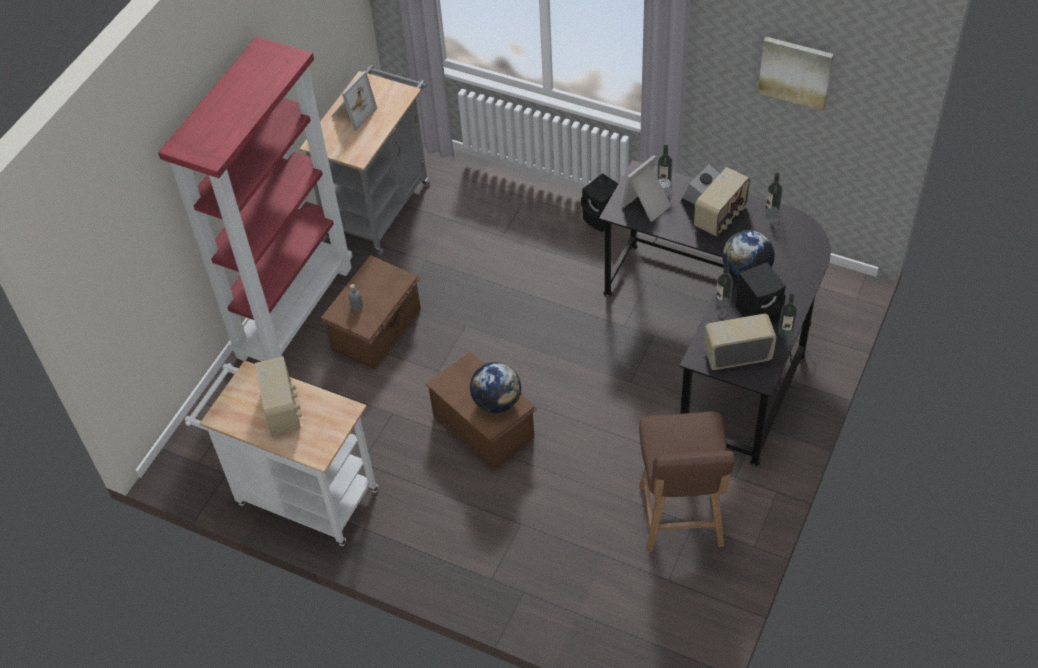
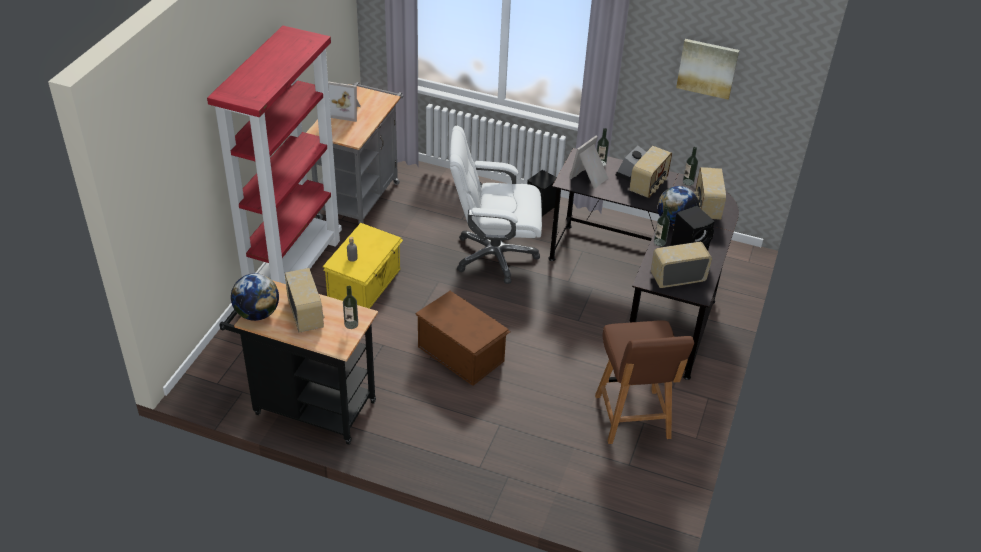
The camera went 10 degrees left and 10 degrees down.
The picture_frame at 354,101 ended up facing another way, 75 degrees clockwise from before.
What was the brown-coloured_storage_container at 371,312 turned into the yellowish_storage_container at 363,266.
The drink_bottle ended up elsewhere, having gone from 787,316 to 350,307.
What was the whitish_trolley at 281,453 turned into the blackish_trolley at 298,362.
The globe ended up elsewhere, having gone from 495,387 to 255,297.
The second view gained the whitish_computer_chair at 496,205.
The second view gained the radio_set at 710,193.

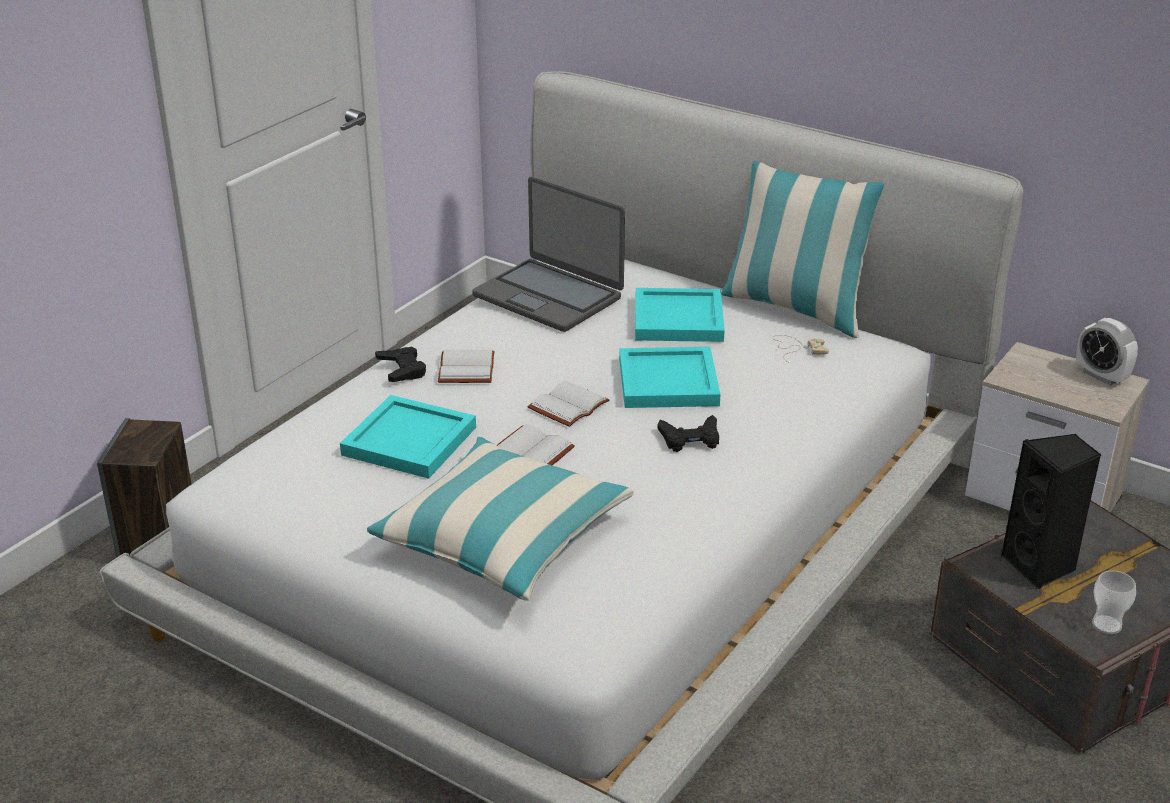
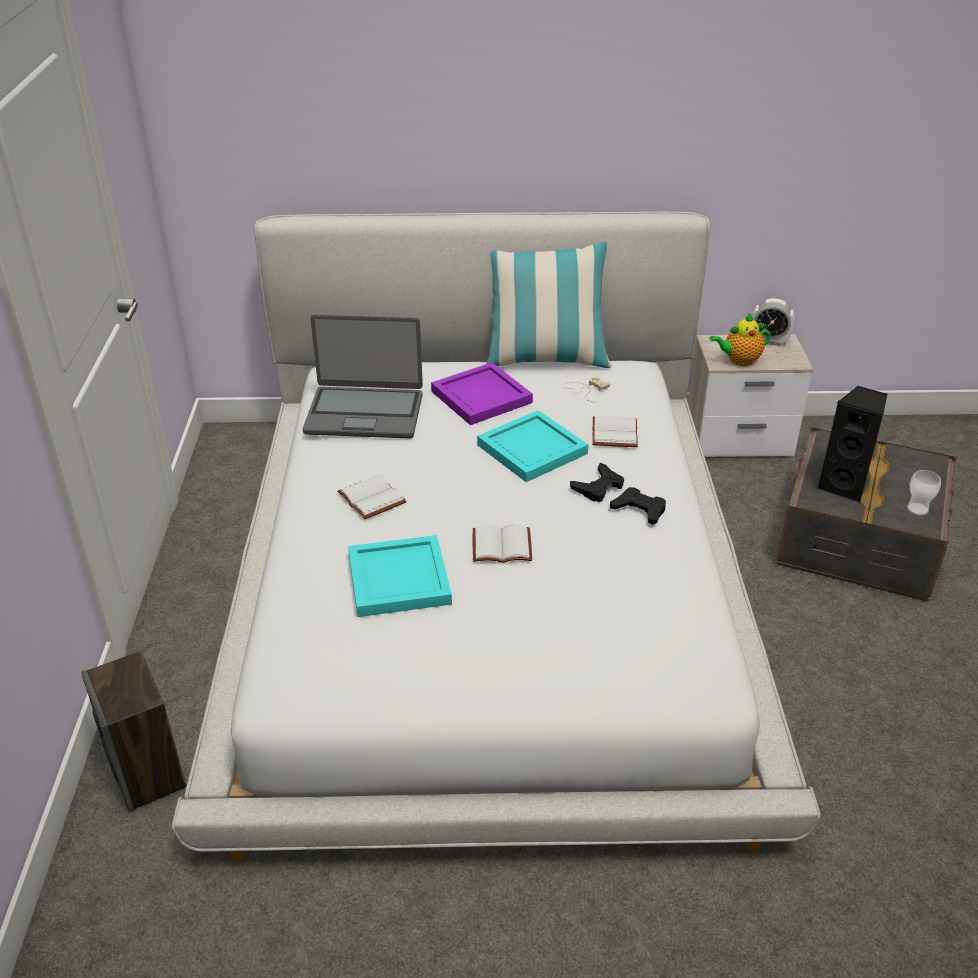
The camera went 35 degrees left and 5 degrees up.
What was the blue-green_tray at 680,315 turned into the purplish_tray at 482,393.
The blackish_game_controller ended up elsewhere, having gone from 400,364 to 638,506.
The whitish_volume ended up elsewhere, having gone from 568,404 to 615,431.
The second view lost the pillow at 500,518.
The second view gained the tea_pot at 739,339.

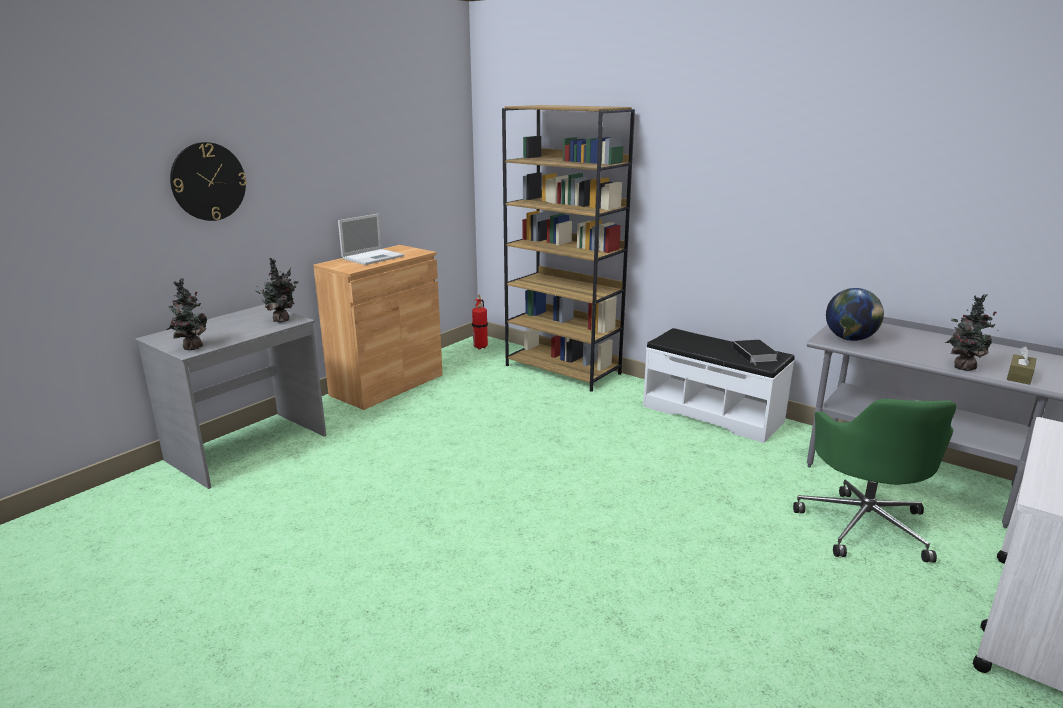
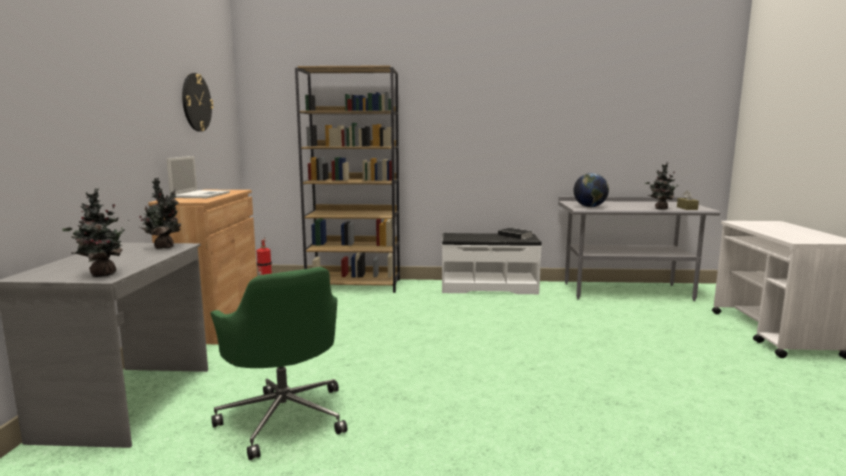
The camera went 35 degrees left and 10 degrees down.
The wall_clock ended up elsewhere, having gone from 208,181 to 198,102.
The green-coloured_computer_chair ended up elsewhere, having gone from 875,481 to 278,363.

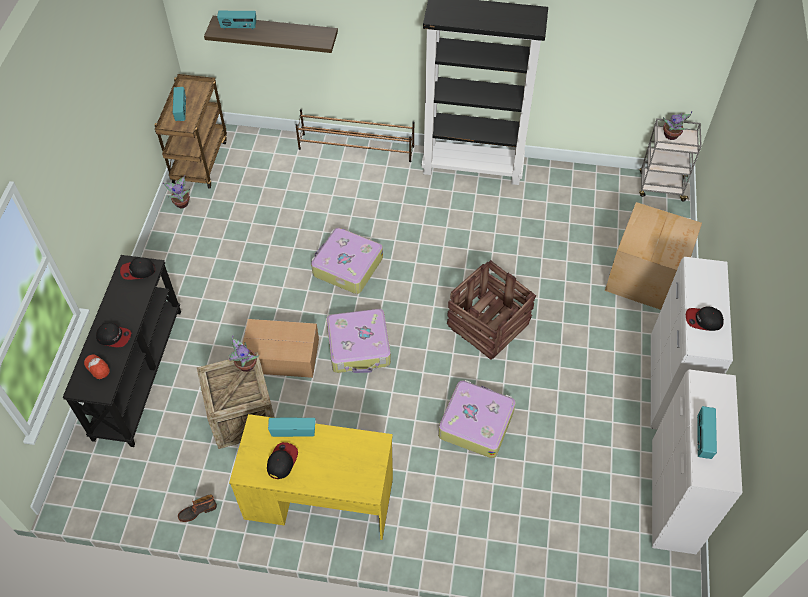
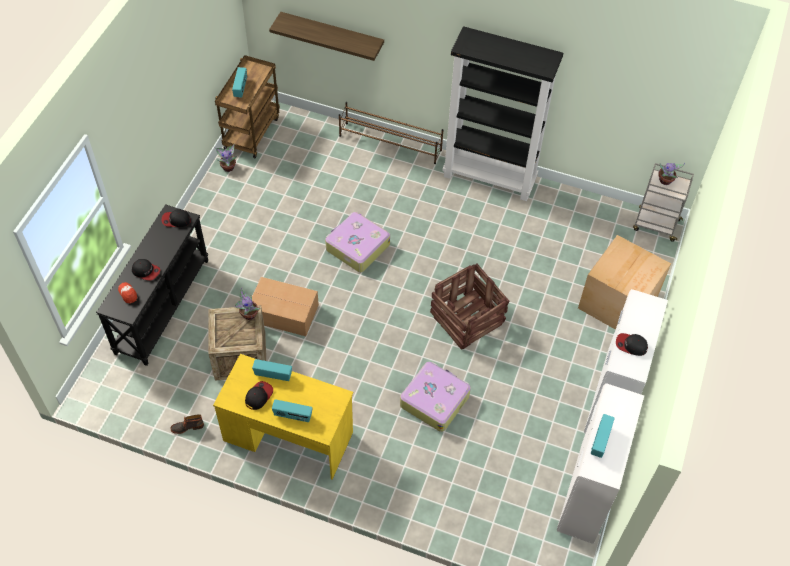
The camera went 10 degrees right and 0 degrees up.
The radio_set ended up elsewhere, having gone from 236,20 to 292,410.
The second view lost the piece_of_luggage at 358,341.

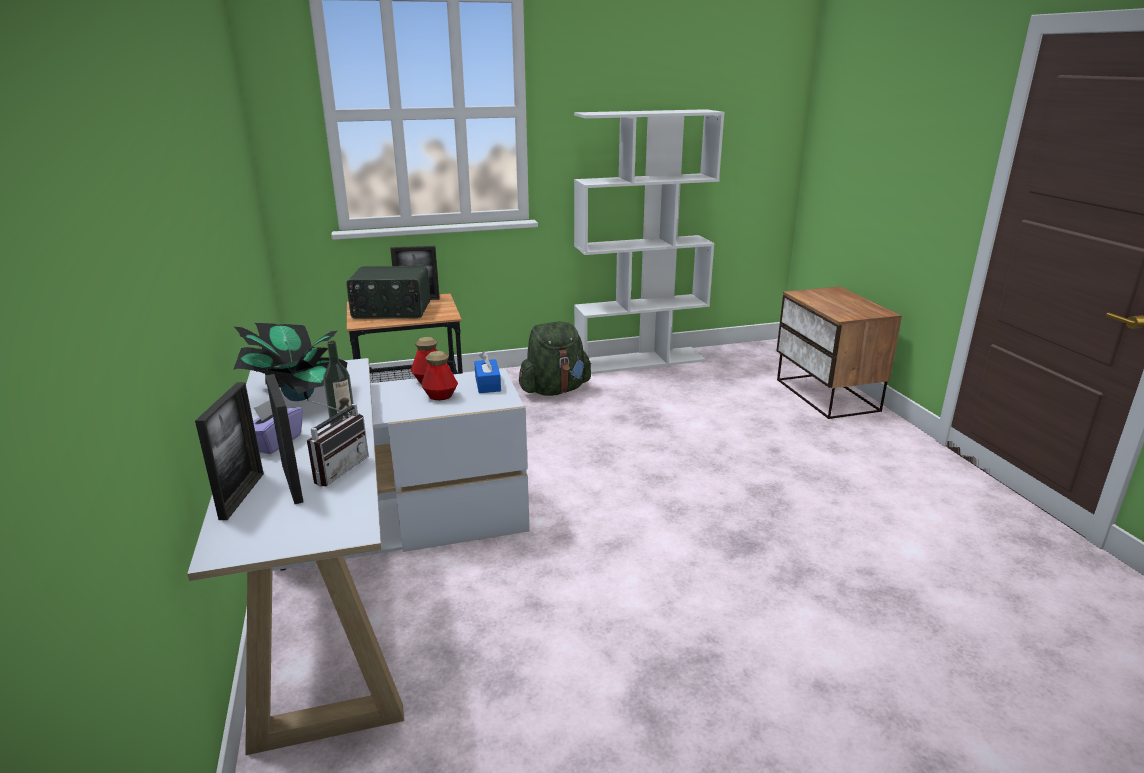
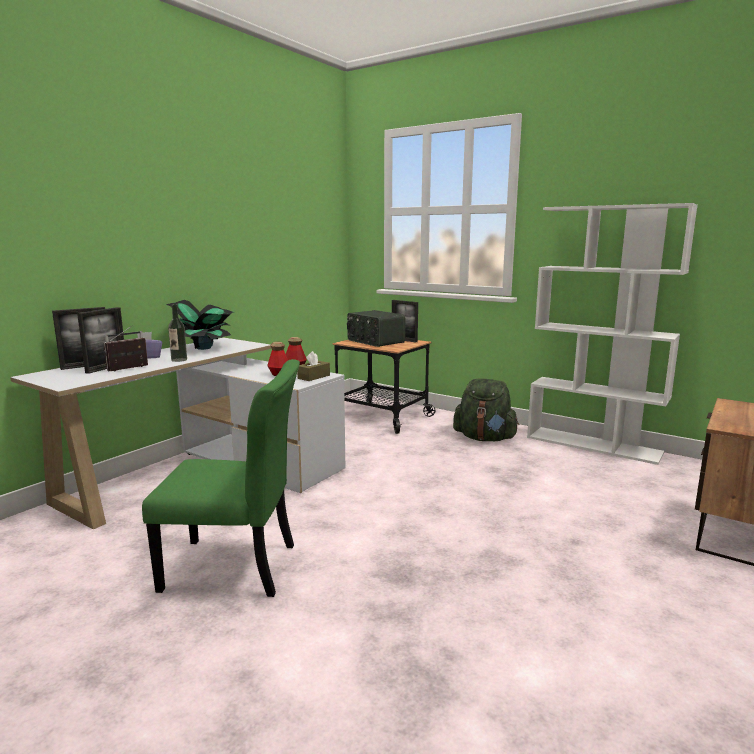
The camera went 50 degrees right and 10 degrees down.
What was the blue_box_of_tissues at 487,372 turned into the brown-coloured_box_of_tissues at 313,366.
The radio_set at 337,443 ended up facing another way, 150 degrees clockwise from before.
The second view gained the green-coloured_chair at 221,478.

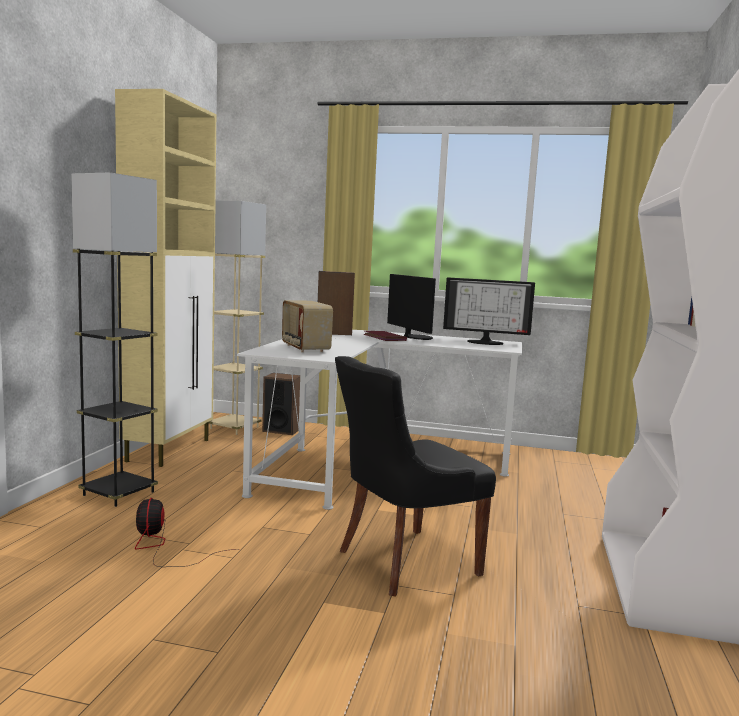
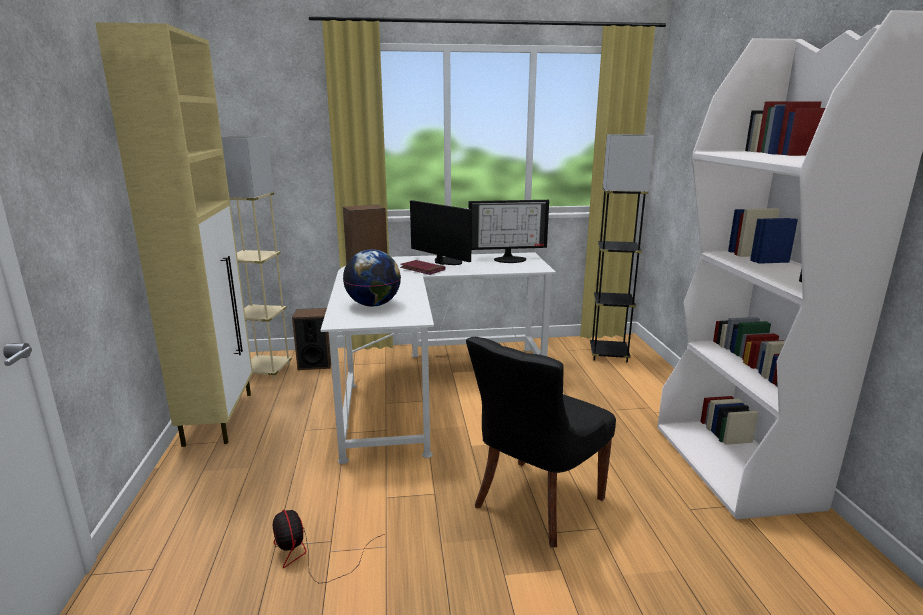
The camera went 20 degrees left and 10 degrees up.
The gray_standing_lamp ended up elsewhere, having gone from 114,339 to 622,248.
Where the radio_set stood at 307,326, the globe came to stand at 372,277.

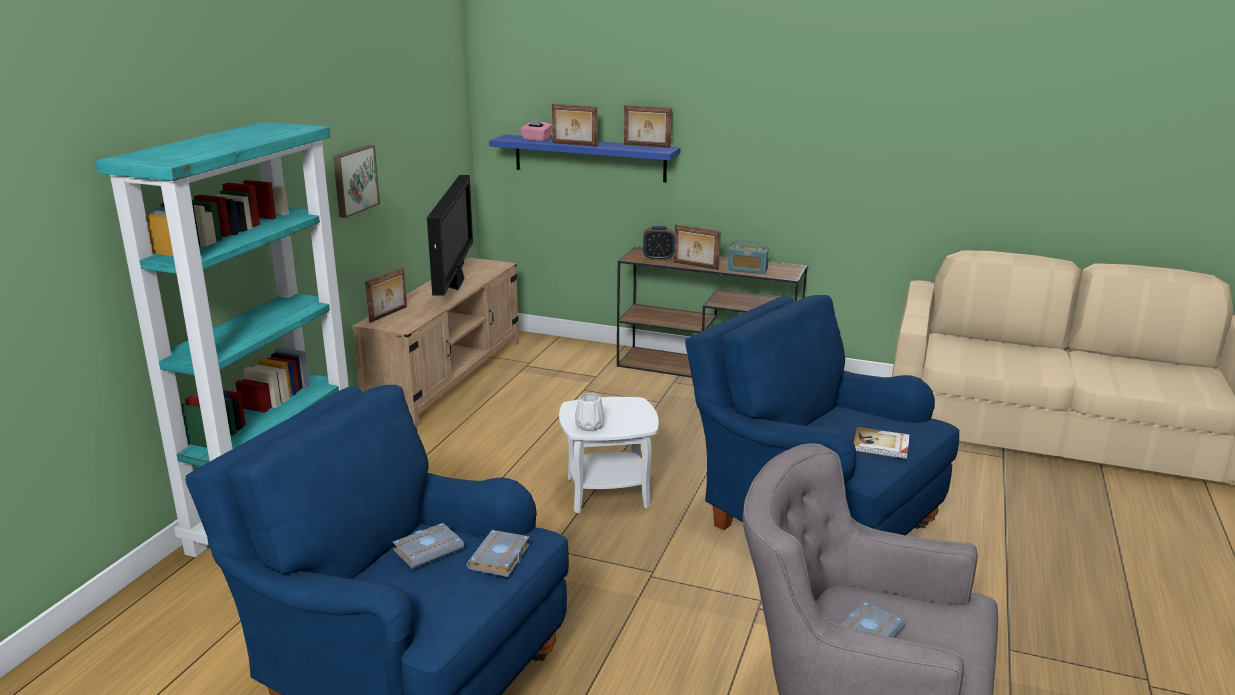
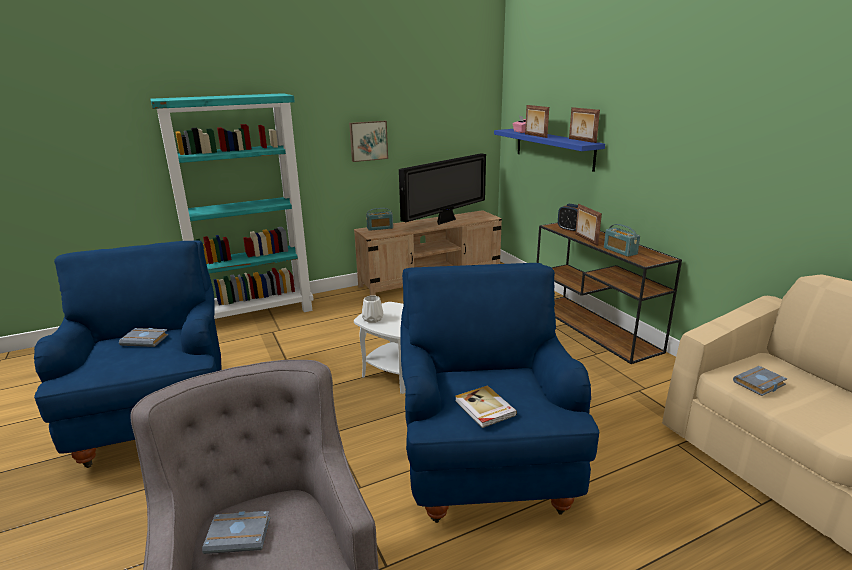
The camera went 45 degrees right and 0 degrees up.
Where the picture_frame stood at 386,295, the radio_set came to stand at 379,219.
The gray_volume ended up elsewhere, having gone from 498,553 to 760,381.

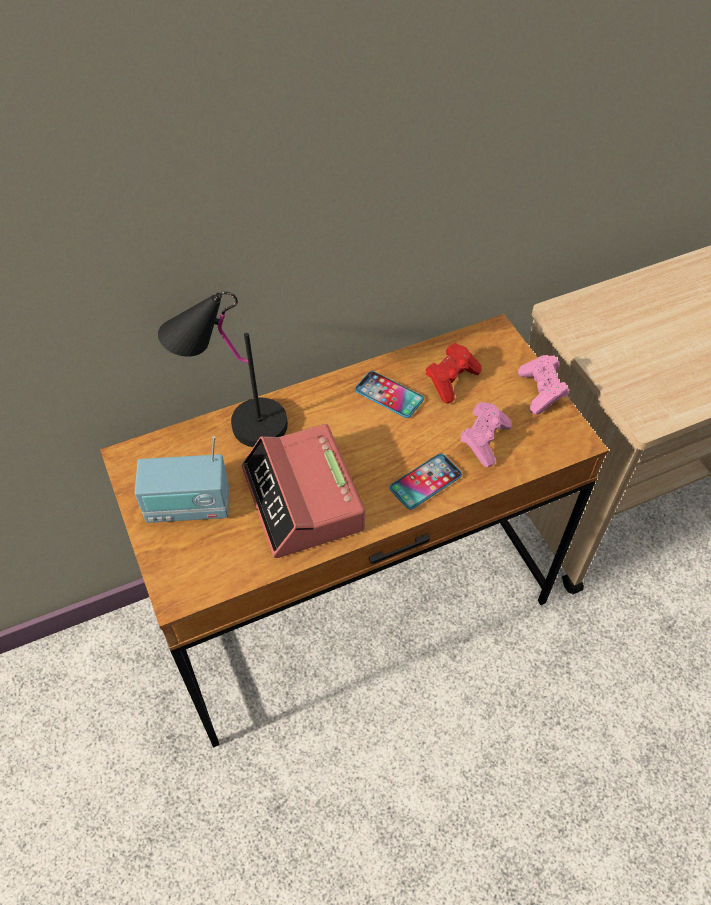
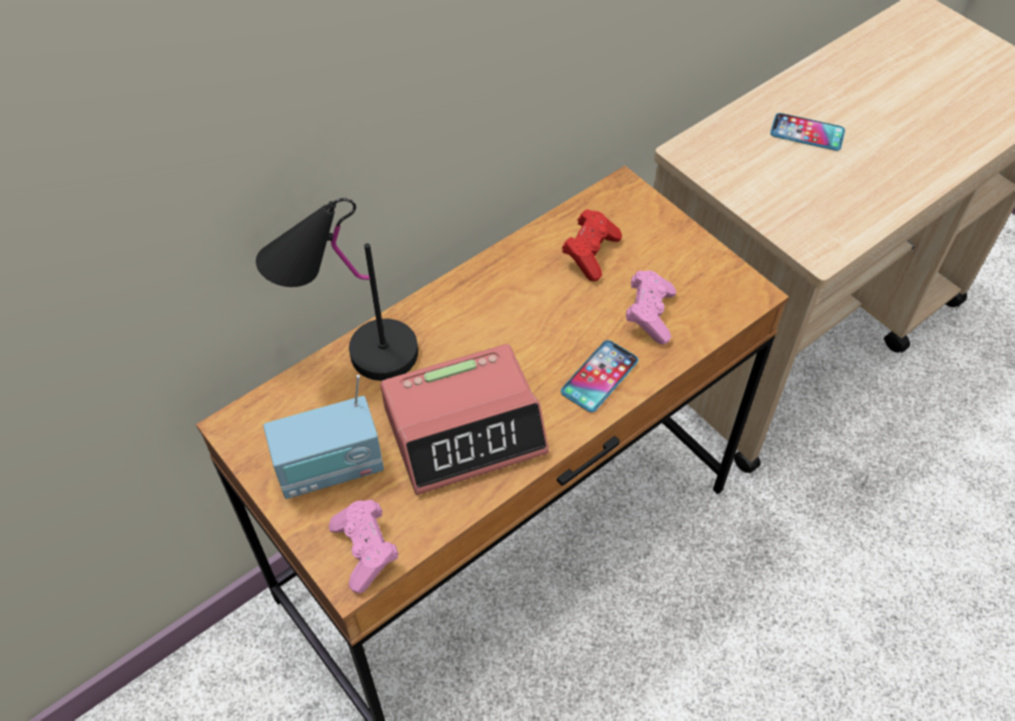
The camera went 15 degrees left and 0 degrees up.
The pink-coloured_game_controller ended up elsewhere, having gone from 543,385 to 364,546.
The telephone ended up elsewhere, having gone from 389,394 to 807,132.
The table_clock at 303,491 ended up facing another way, 75 degrees counterclockwise from before.

